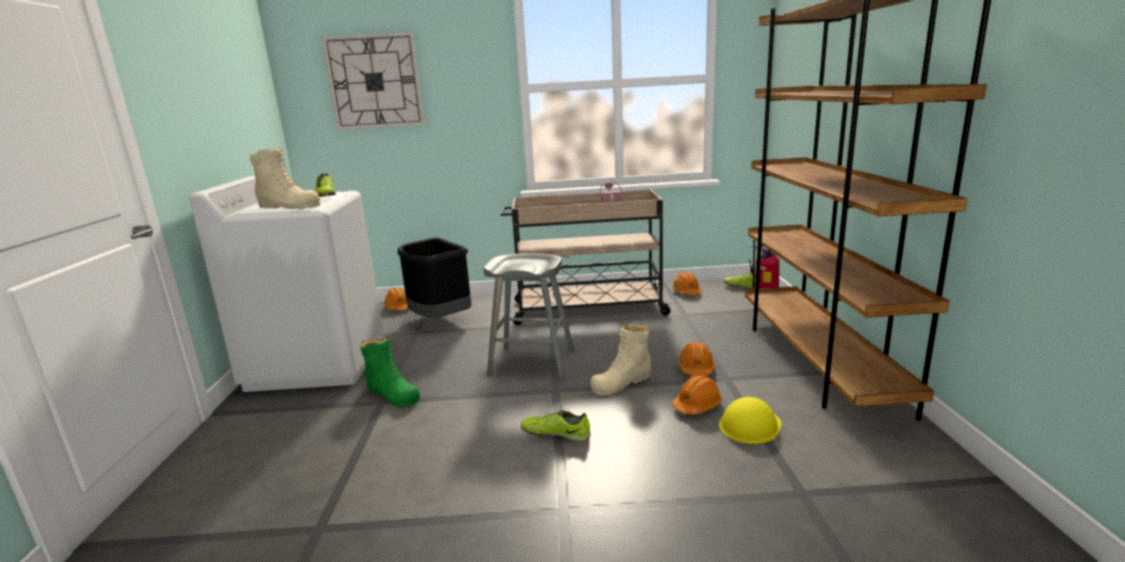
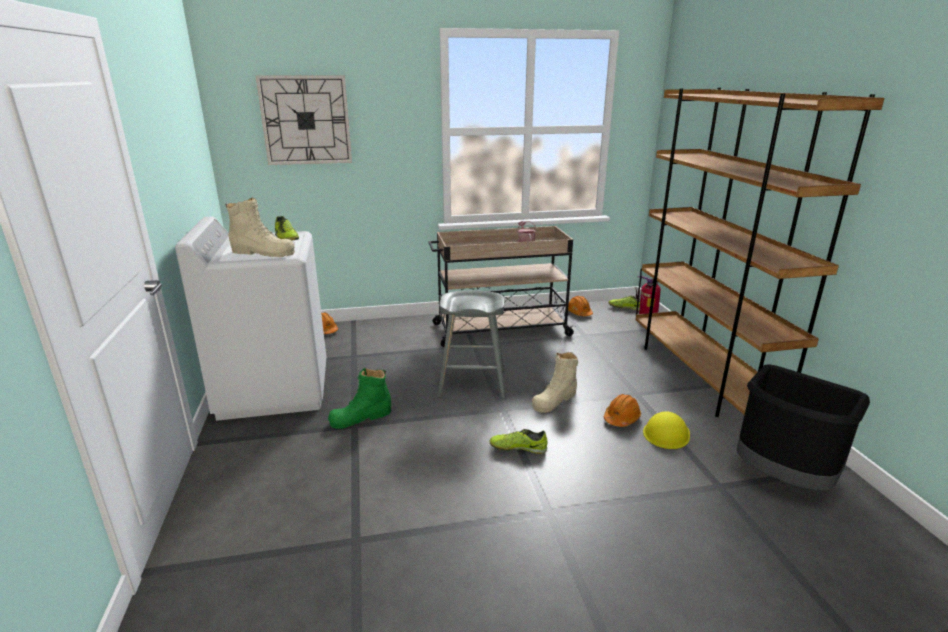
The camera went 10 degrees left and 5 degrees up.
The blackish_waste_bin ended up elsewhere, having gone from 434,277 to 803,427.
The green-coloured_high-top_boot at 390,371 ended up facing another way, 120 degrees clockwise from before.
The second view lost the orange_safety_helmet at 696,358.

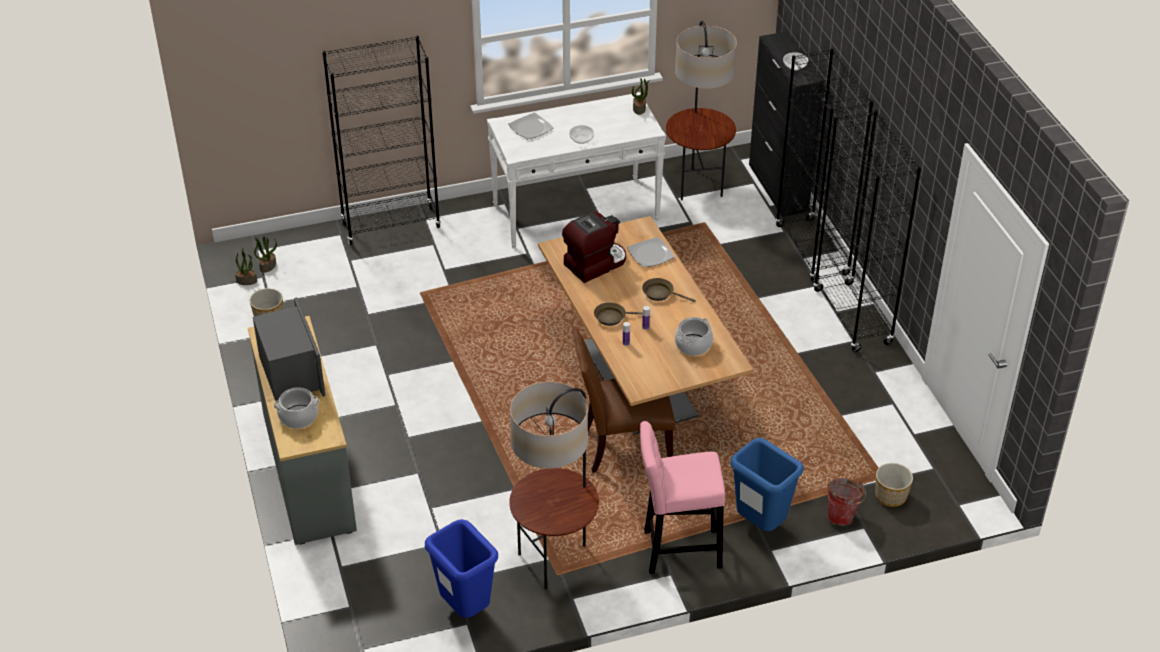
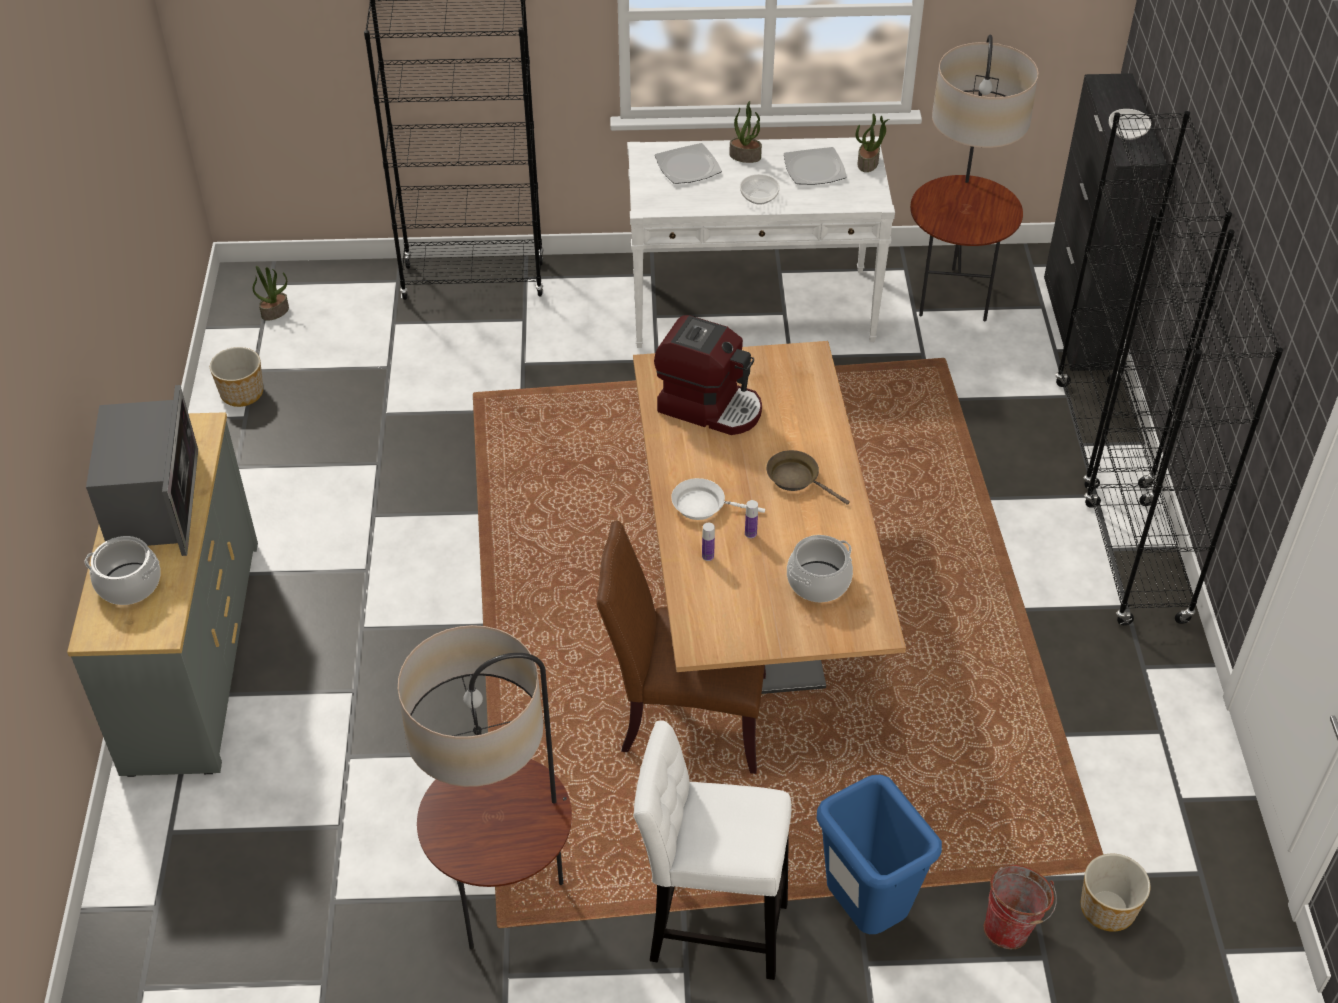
The camera went 15 degrees right and 5 degrees up.
The coffee_maker at 594,247 ended up facing another way, 45 degrees clockwise from before.
The plate ended up elsewhere, having gone from 651,252 to 815,166.
The potted_plant ended up elsewhere, having gone from 246,266 to 745,132.
What was the brown-coloured_pan at 618,314 turned into the whitish_pan at 718,499.
What was the pink-coloured_stool_seat at 682,497 turned into the whitish_stool_seat at 712,850.
The second view lost the blue_waste_bin at 461,568.

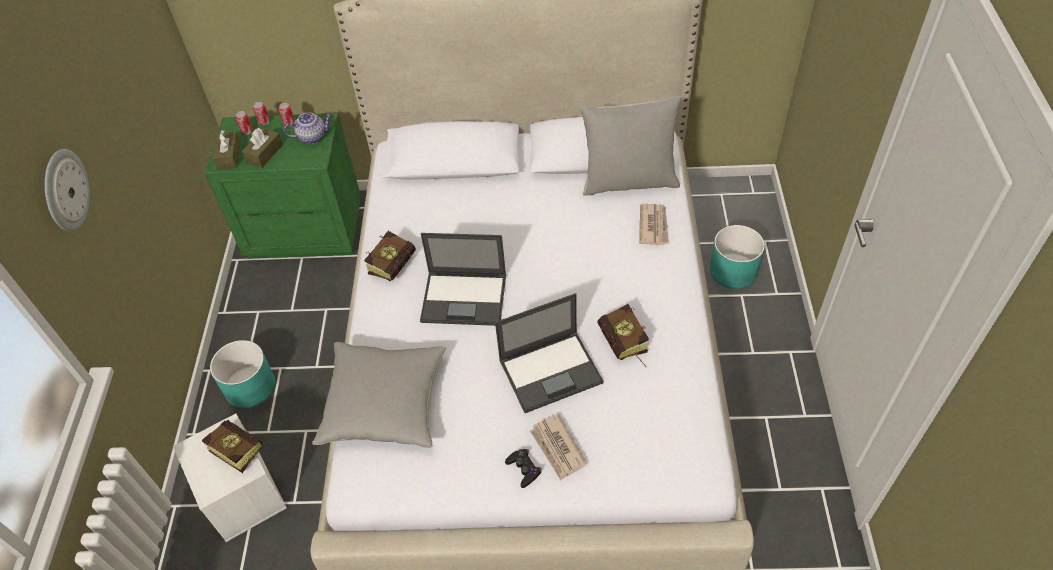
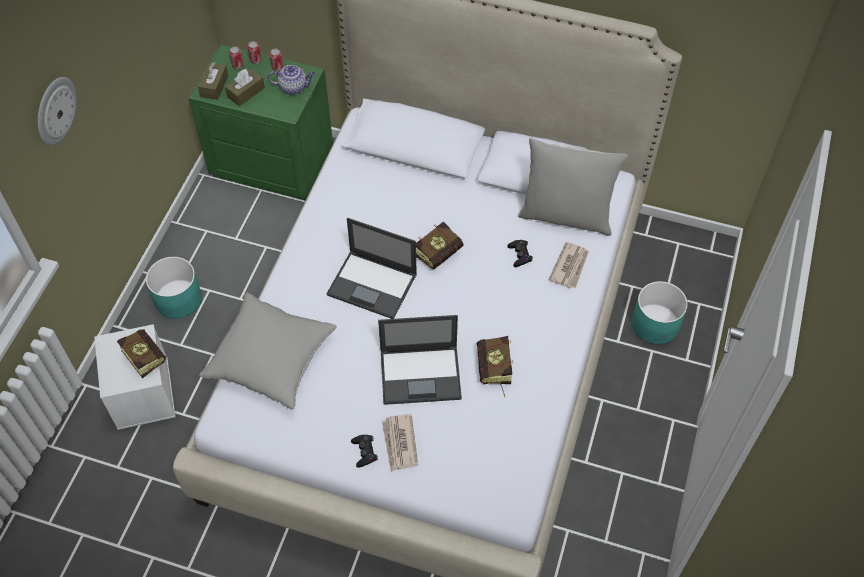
The camera went 15 degrees right and 5 degrees up.
The volume ended up elsewhere, having gone from 390,256 to 439,245.
The second view gained the blackish_game_controller at 520,253.

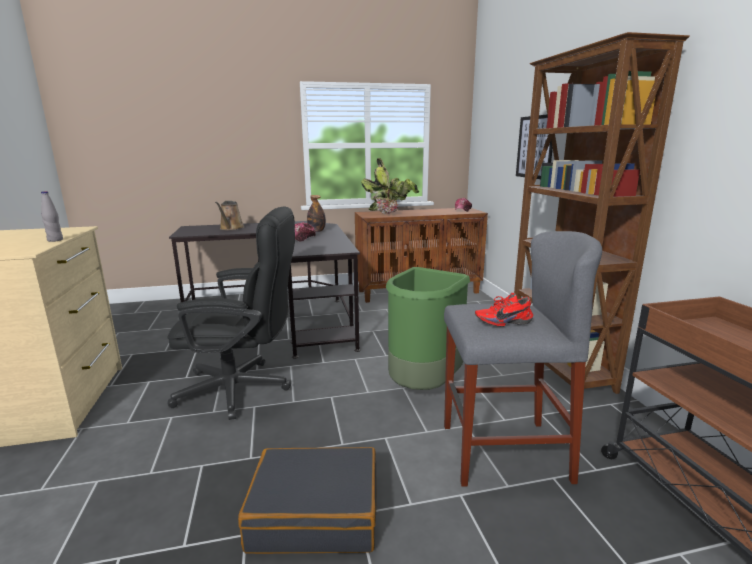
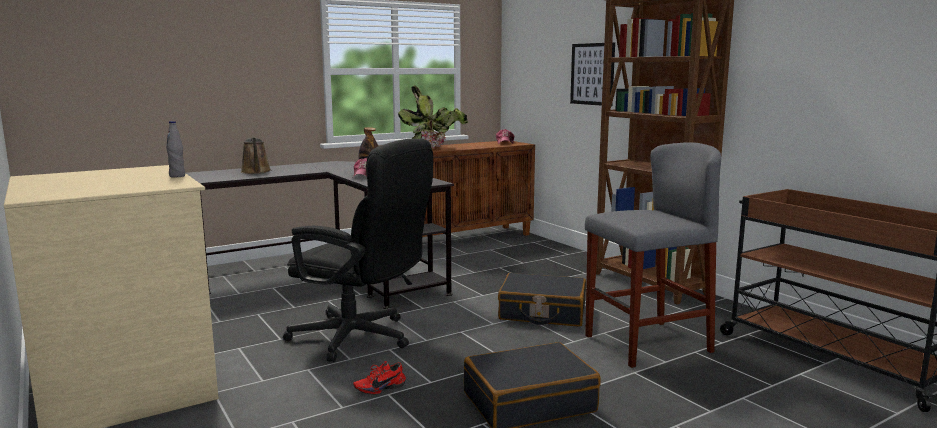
The camera went 20 degrees left and 5 degrees down.
The blackish_computer_chair at 231,313 ended up facing another way, 45 degrees clockwise from before.
Where the green-coloured_waste_bin stood at 428,328, the blackish_piece_of_luggage came to stand at 542,300.
The red_item_of_footwear ended up elsewhere, having gone from 504,310 to 379,377.

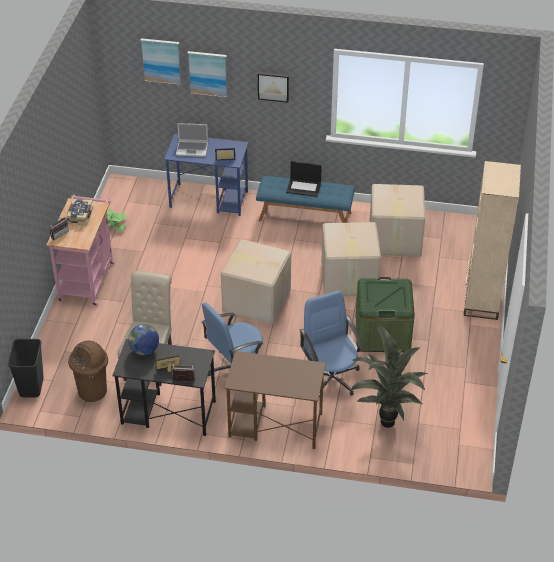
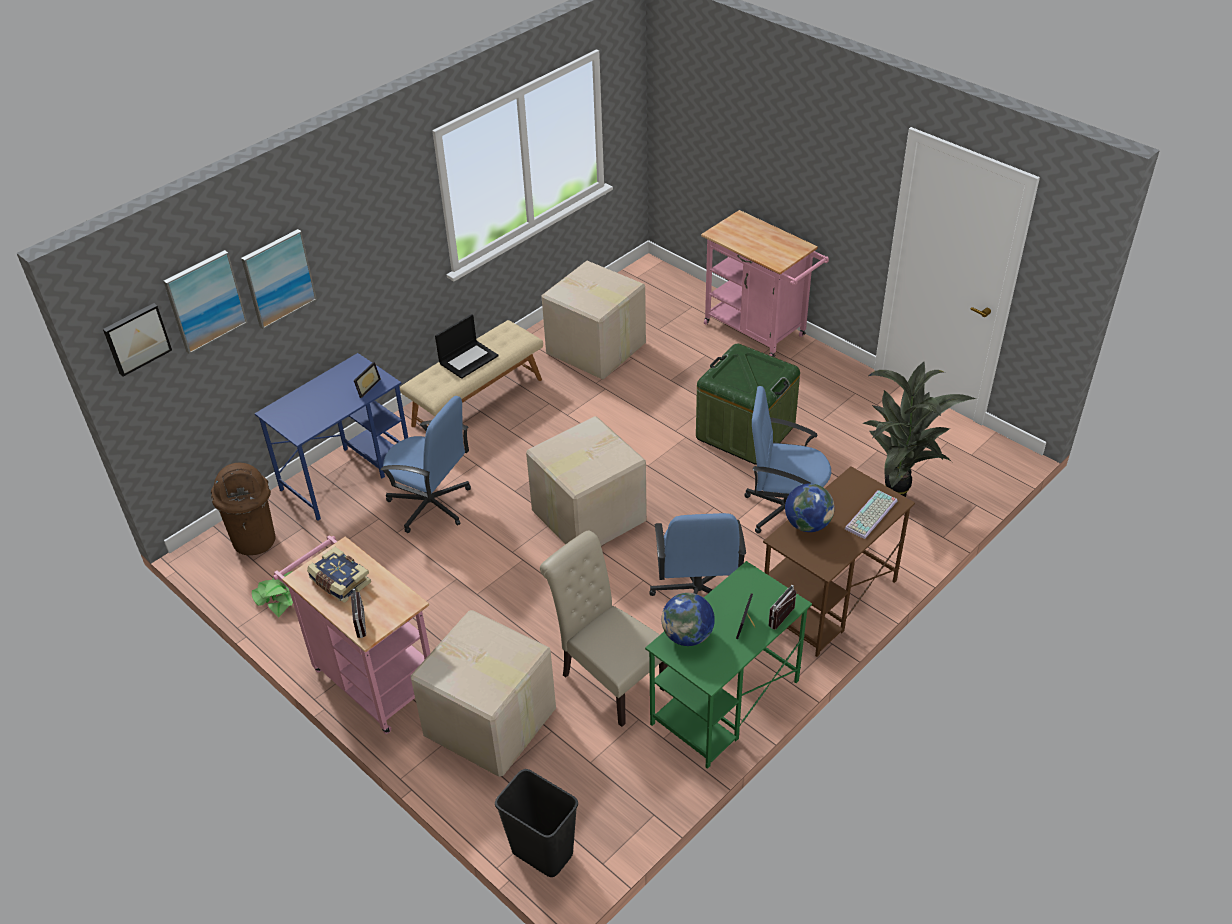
The camera went 55 degrees left and 0 degrees up.
The wall_art ended up elsewhere, having gone from 273,87 to 137,340.
The second view lost the laptop at 192,140.
Where the beige-coloured_shelving_unit stood at 492,240, the pink-coloured_trolley came to stand at 765,283.
What was the blue_bench at 305,199 turned into the beige-coloured_bench at 471,373.
The carton ended up elsewhere, having gone from 351,259 to 483,693.
What was the blackish_desk_table at 164,387 turned into the green-coloured_desk_table at 728,665.
The brown-coloured_waste_bin ended up elsewhere, having gone from 88,371 to 243,509.
The second view gained the blue_computer_chair at 425,464.
The second view gained the globe at 809,507.
The second view gained the PC_keyboard at 871,514.

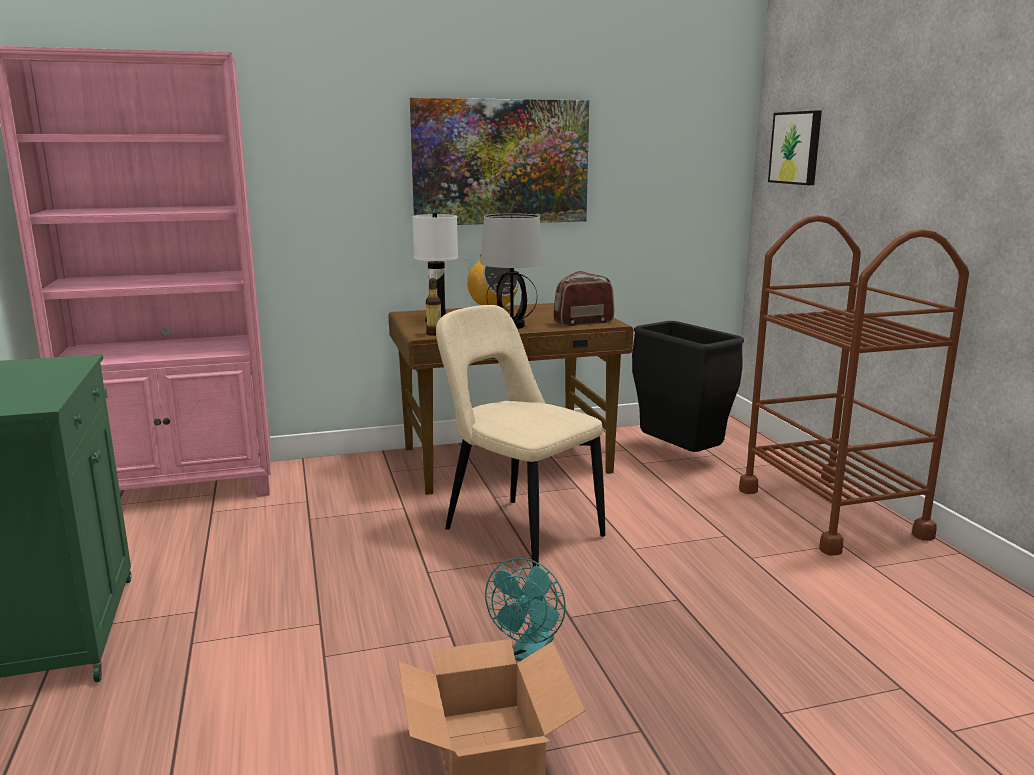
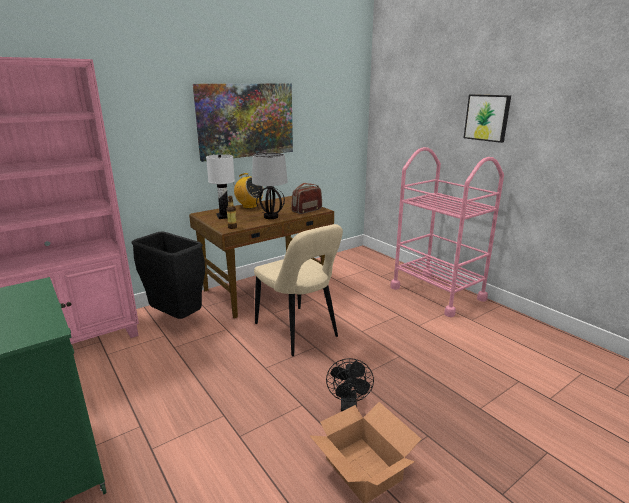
The camera went 20 degrees left and 5 degrees up.
The wall_art ended up elsewhere, having gone from 795,148 to 487,118.
What was the brown-coloured_trolley at 854,385 turned into the pink-coloured_trolley at 447,232.
The beige-coloured_chair at 520,436 ended up facing another way, 150 degrees counterclockwise from before.
The blackish_waste_bin ended up elsewhere, having gone from 688,386 to 168,275.
What was the blue-green_fan at 525,609 turned into the blackish_fan at 350,384.

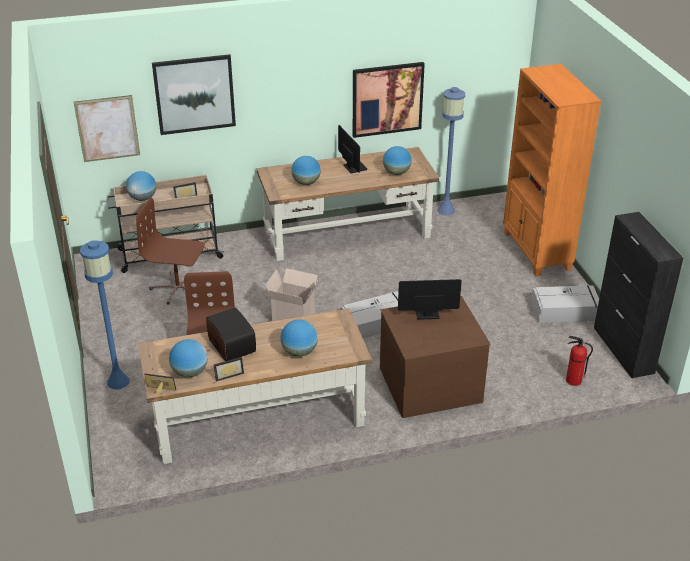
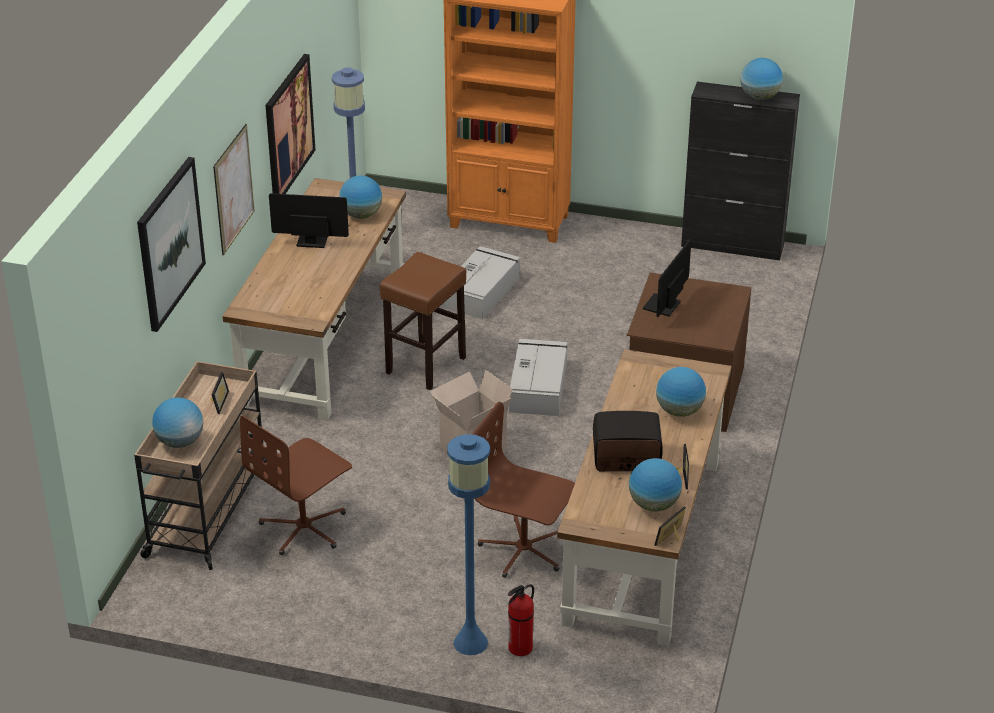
The camera went 60 degrees left and 0 degrees up.
The wall_art ended up elsewhere, having gone from 107,128 to 234,189.
The globe ended up elsewhere, having gone from 306,170 to 761,79.
The gray_storage_container ended up elsewhere, having gone from 565,304 to 481,282.
The extinguisher ended up elsewhere, having gone from 579,361 to 521,620.
The second view gained the brown-coloured_stool_seat at 423,321.

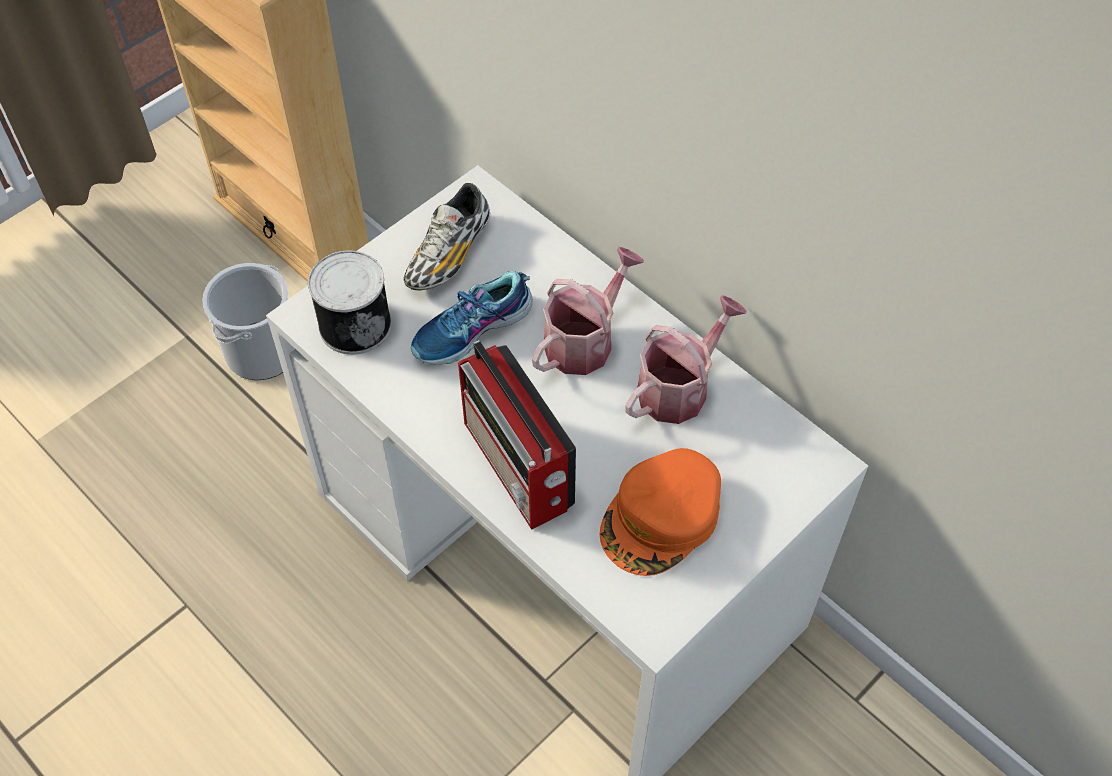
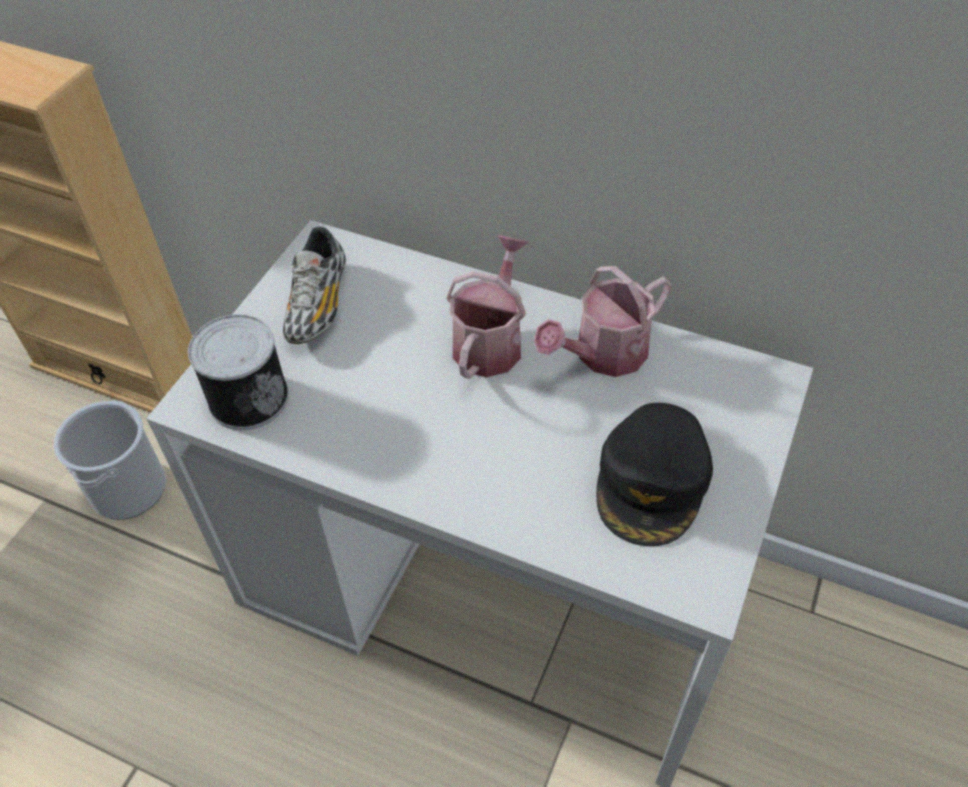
The camera went 20 degrees left and 5 degrees down.
The second view lost the item_of_footwear at 472,318.
The sprinkling_can at 685,359 ended up facing another way, 150 degrees counterclockwise from before.
The second view lost the radio_set at 517,435.
What was the orange_baseball_cap at 660,512 turned into the blackish_baseball_cap at 654,474.

